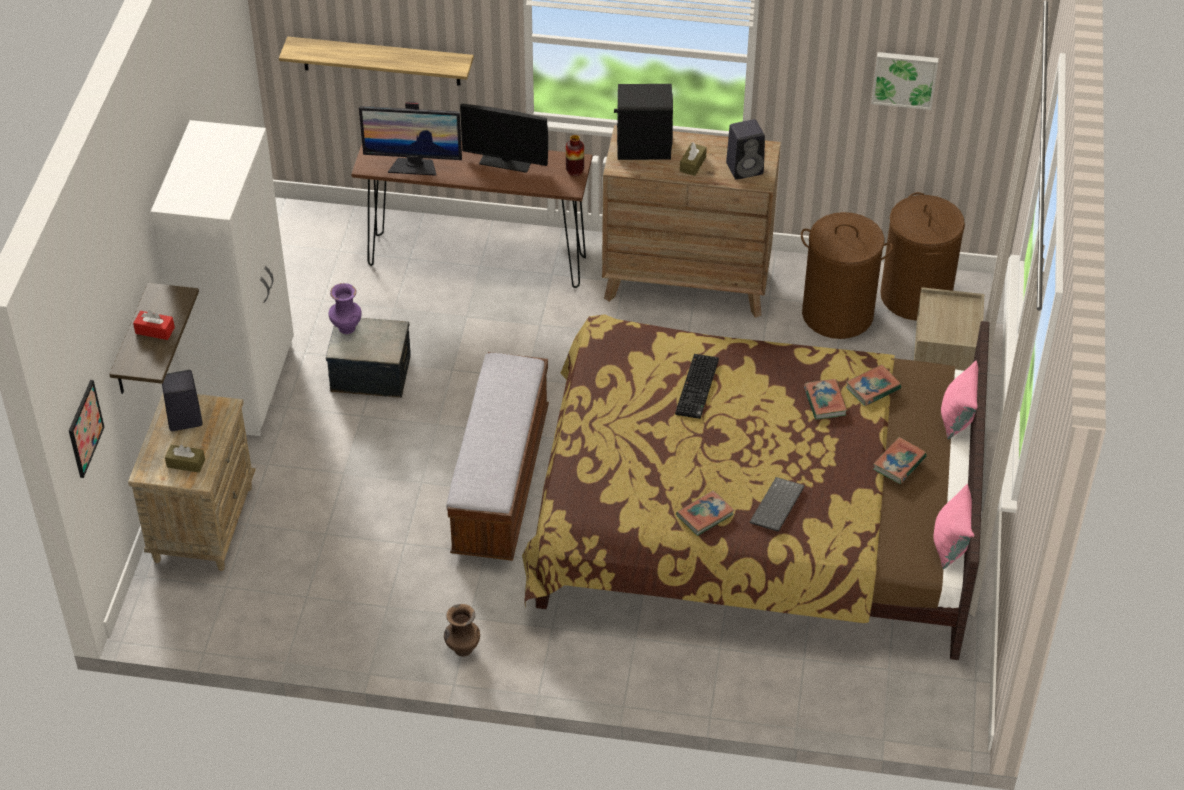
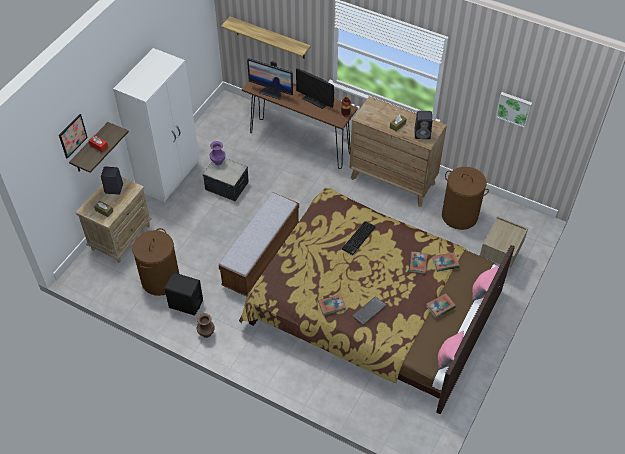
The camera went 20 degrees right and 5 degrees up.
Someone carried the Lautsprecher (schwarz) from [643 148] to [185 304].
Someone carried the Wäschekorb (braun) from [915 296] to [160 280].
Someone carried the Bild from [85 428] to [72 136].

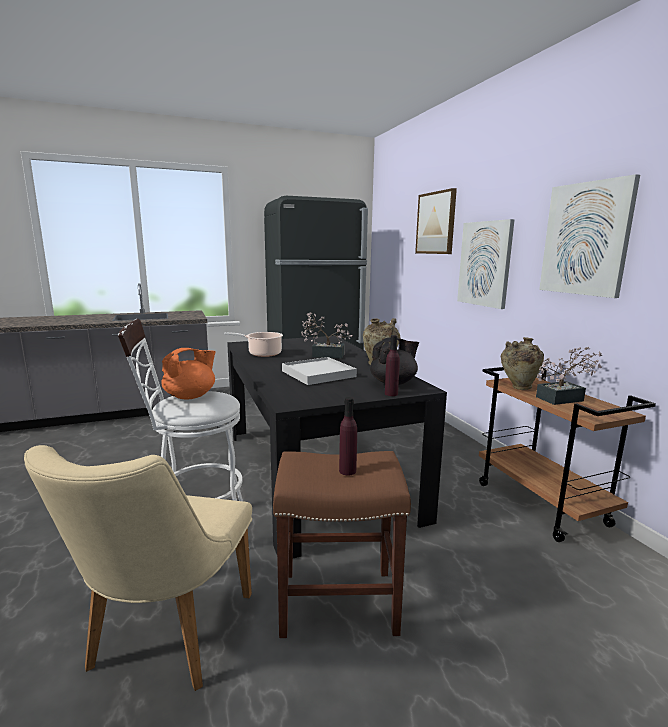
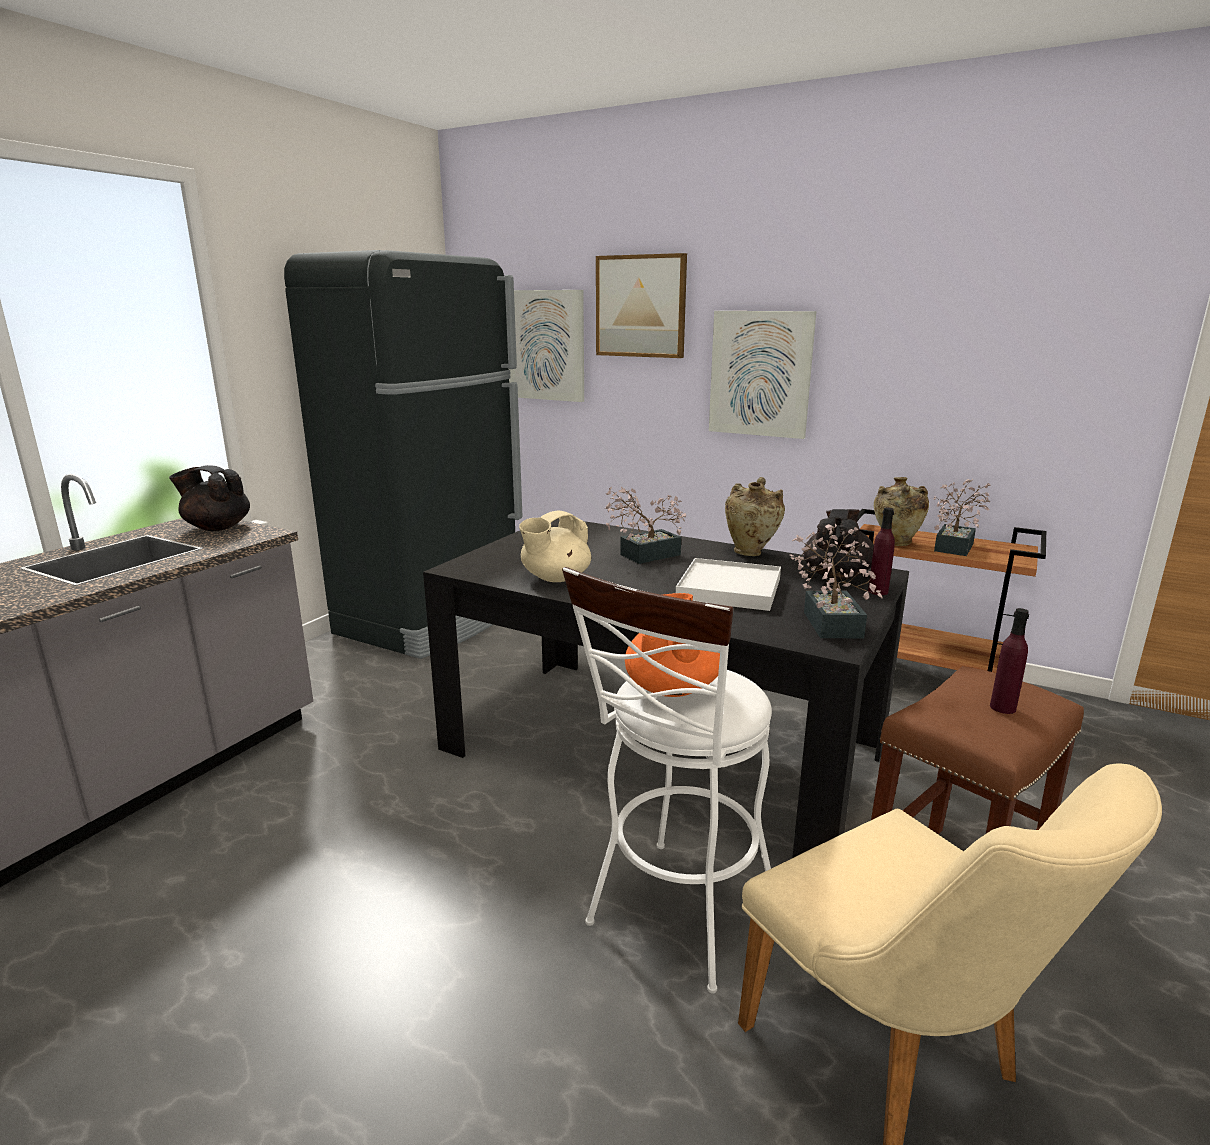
The camera went 40 degrees left and 5 degrees up.
Someone carried the Bild from [586 239] to [546 345].
Someone swapped the Kochtopf at [262 354] for the Teekanne (beige) at [555 578].
Someone put down the Teekanne (schwarz) at [217 527].
Someone put down the Topfpflanze at [831 621].

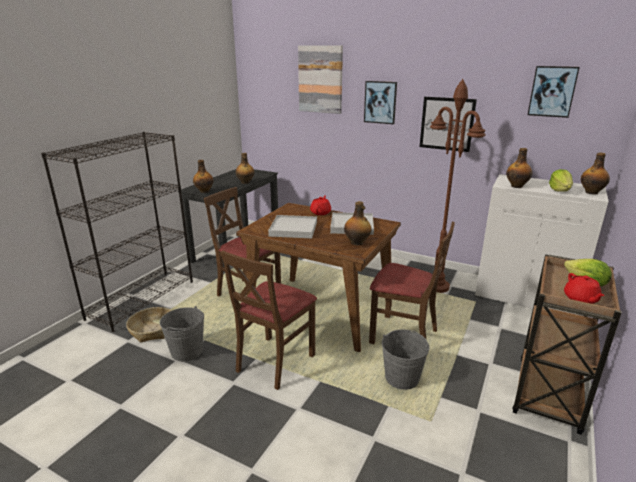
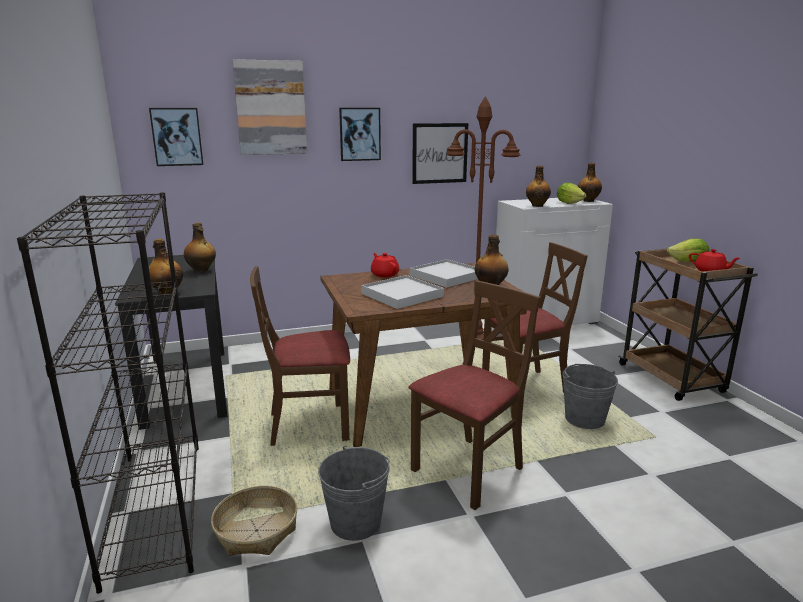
The camera went 45 degrees left and 5 degrees down.
Someone carried the Bild from [552 91] to [177 137].
Someone rotated the Stuhl (braun) at [274 362] by 120 degrees counterclockwise.

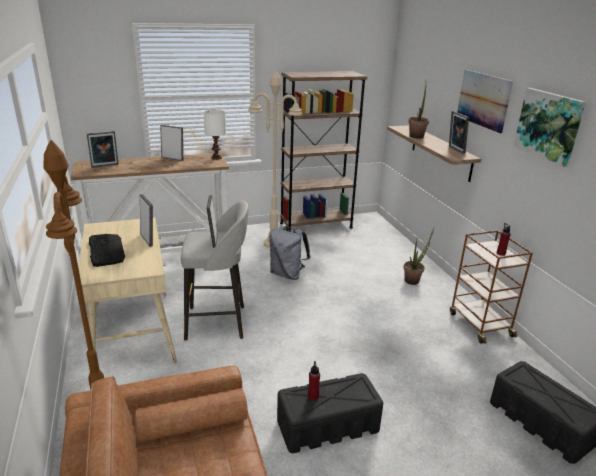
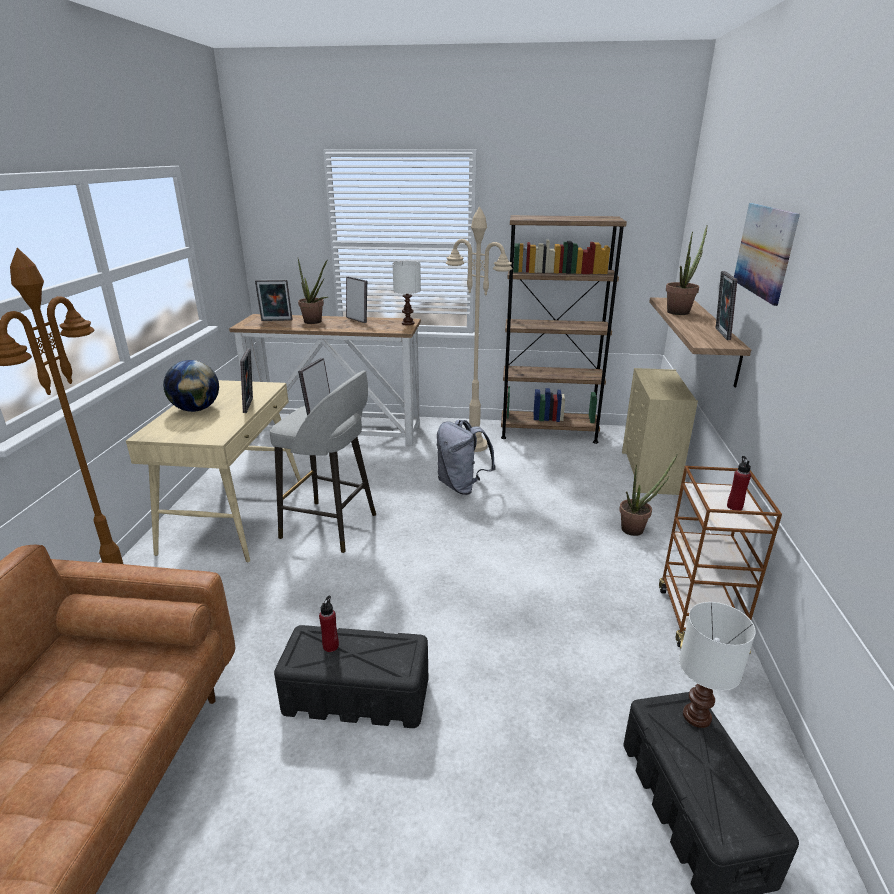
The camera went 25 degrees right and 0 degrees up.
Someone took away the Bild at [549 125].
Someone swapped the Tastatur at [106 250] for the Globus at [196 409].
Someone put down the Topfpflanze at [315 322].
Someone put down the Kommode (beige) at [649 473].
Someone put down the Tischlampe (weiß) at [696 717].

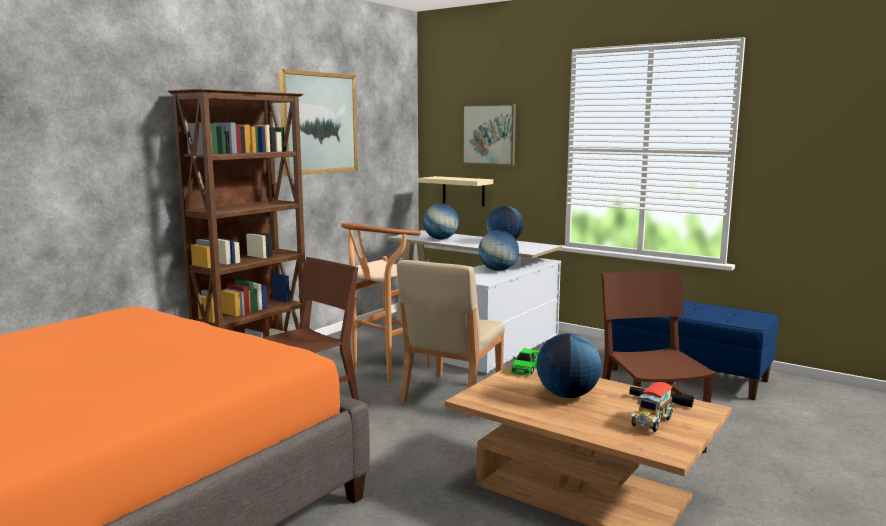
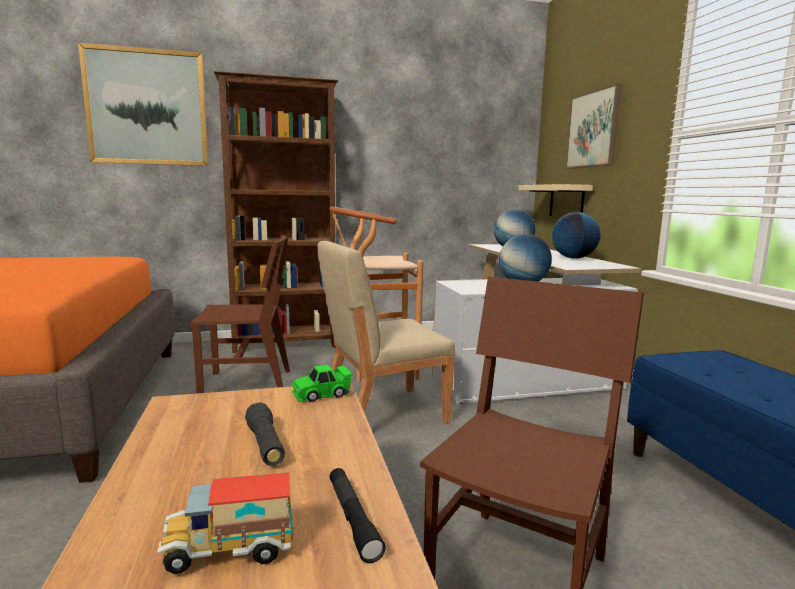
The camera went 40 degrees right and 0 degrees up.
Someone carried the Bild from [319 123] to [147 107].
Someone swapped the Globus at [567 395] for the Taschenlampe (schwarz) at [265 445].

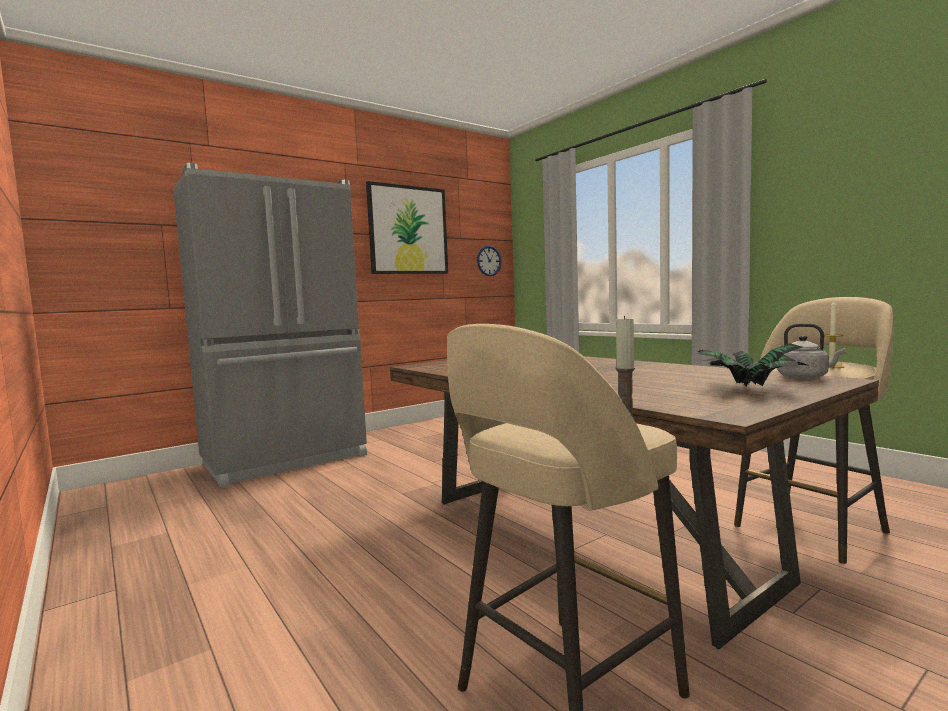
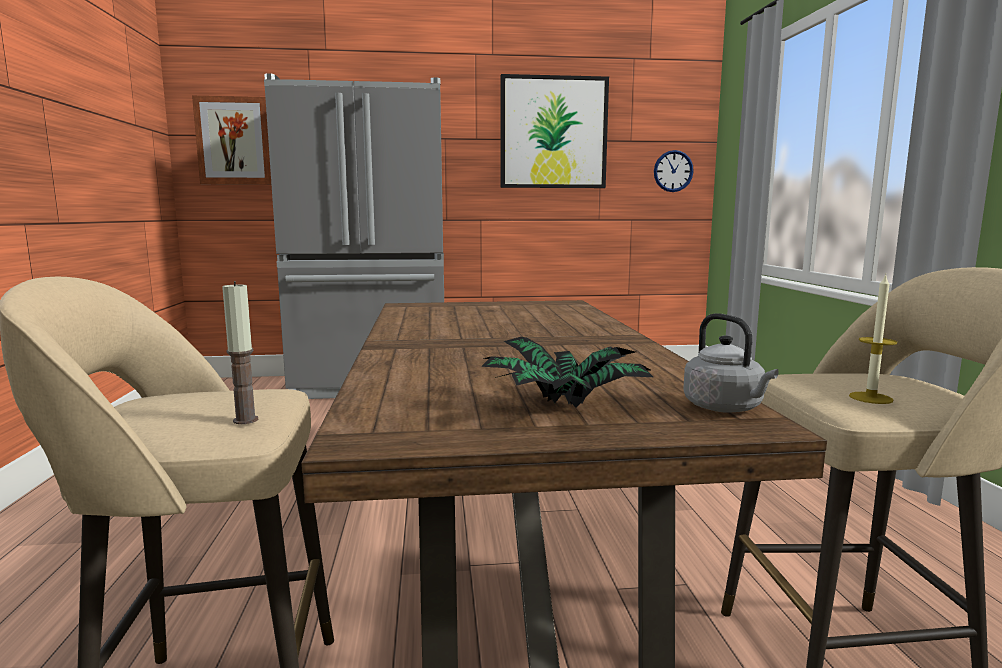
The camera went 30 degrees right and 5 degrees up.
Someone put up the Bild at [234 141].

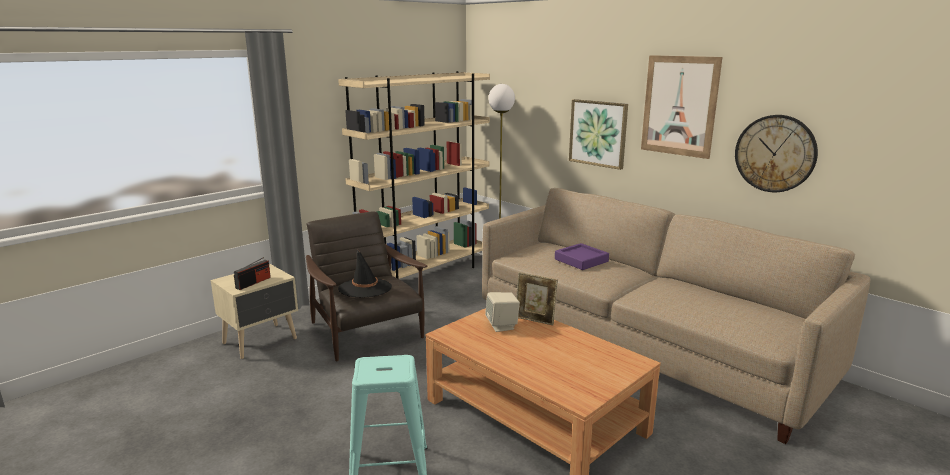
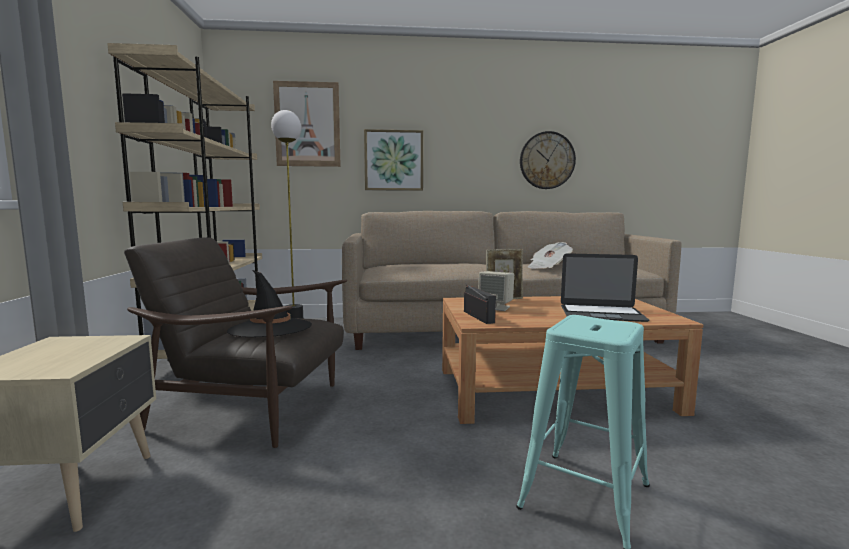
The camera went 50 degrees left and 10 degrees down.
Someone carried the Bild from [679 106] to [307 124].
Someone took away the Tablett (lila) at [581 260].
Someone carried the Radio from [253 283] to [478 317].
Someone put down the Zeitung at [548 267].
Someone put down the Laptop at [601 313].

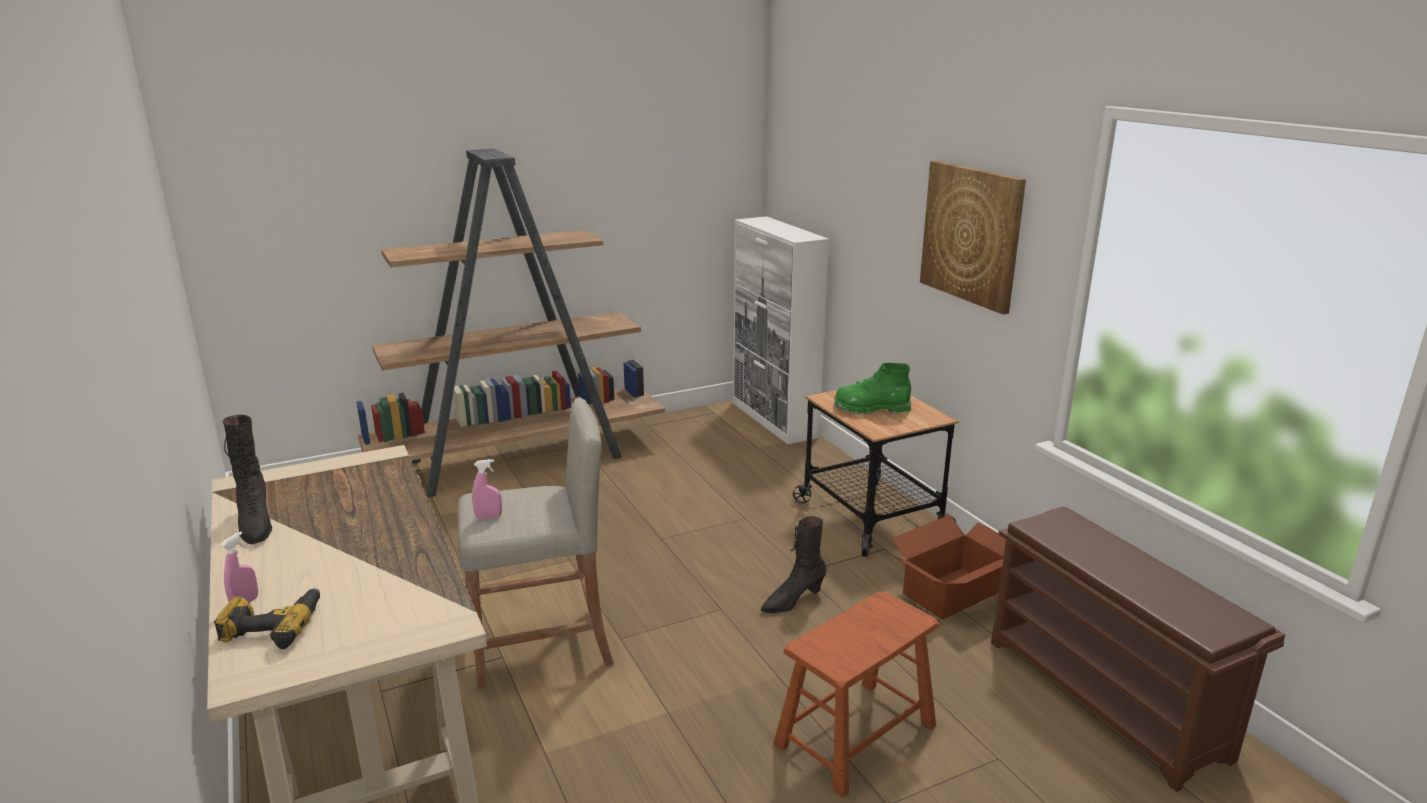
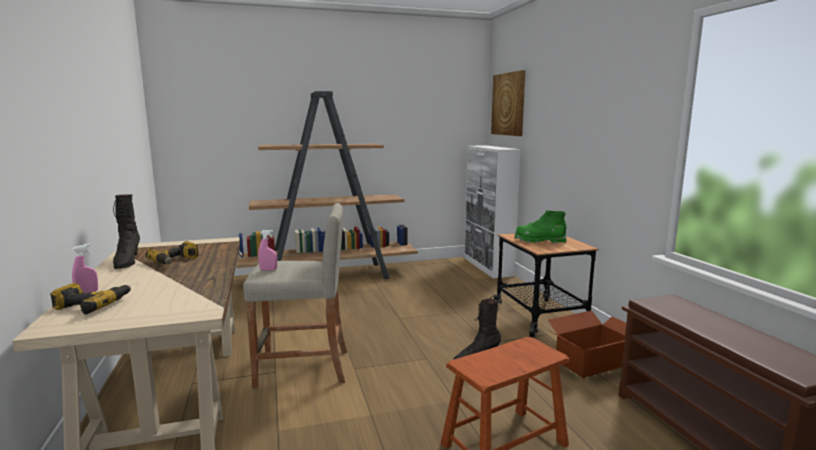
The camera went 10 degrees right and 10 degrees down.
Someone carried the Bild from [971 234] to [508 104].
Someone put down the Bohrmaschine at [175 261].

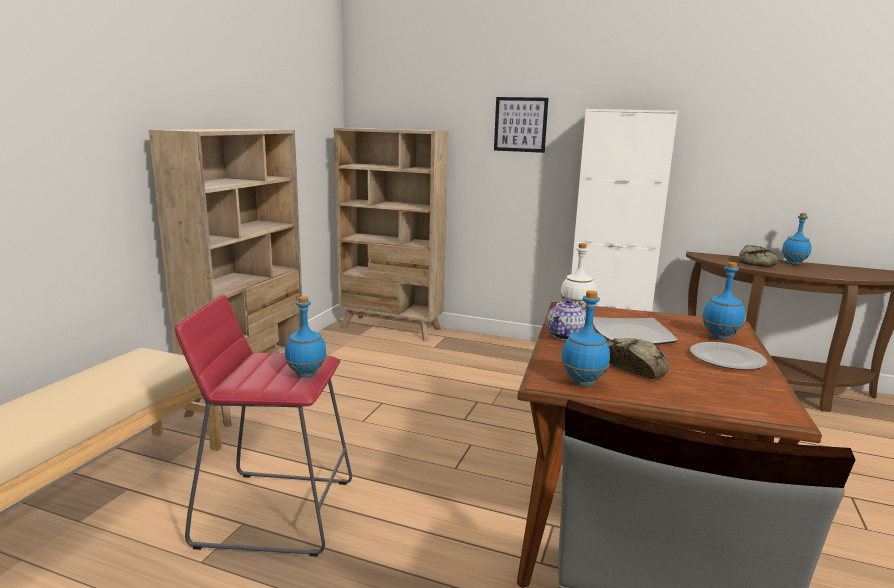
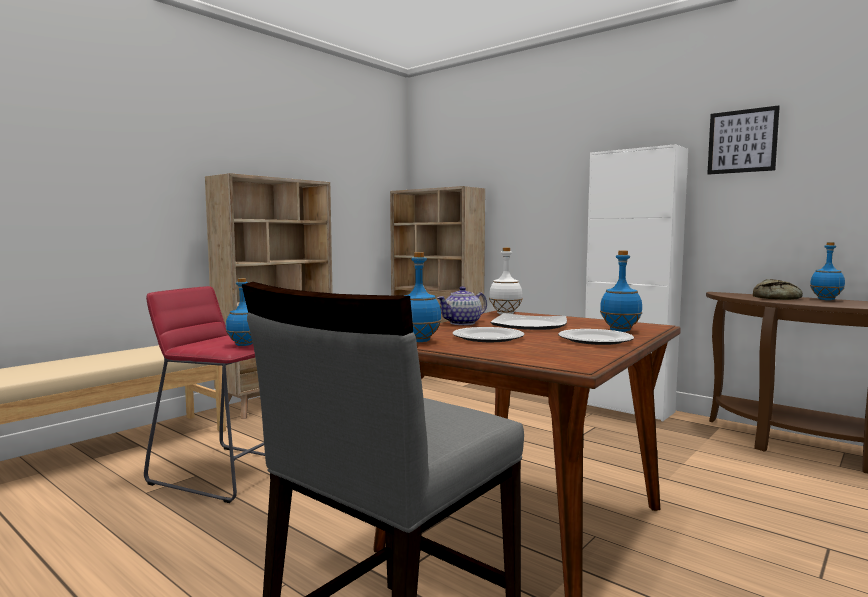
The camera went 20 degrees right and 10 degrees down.
Someone carried the Bild from [520 124] to [742 141].
Someone swapped the Brot at [632 366] for the Teller at [487 337].

